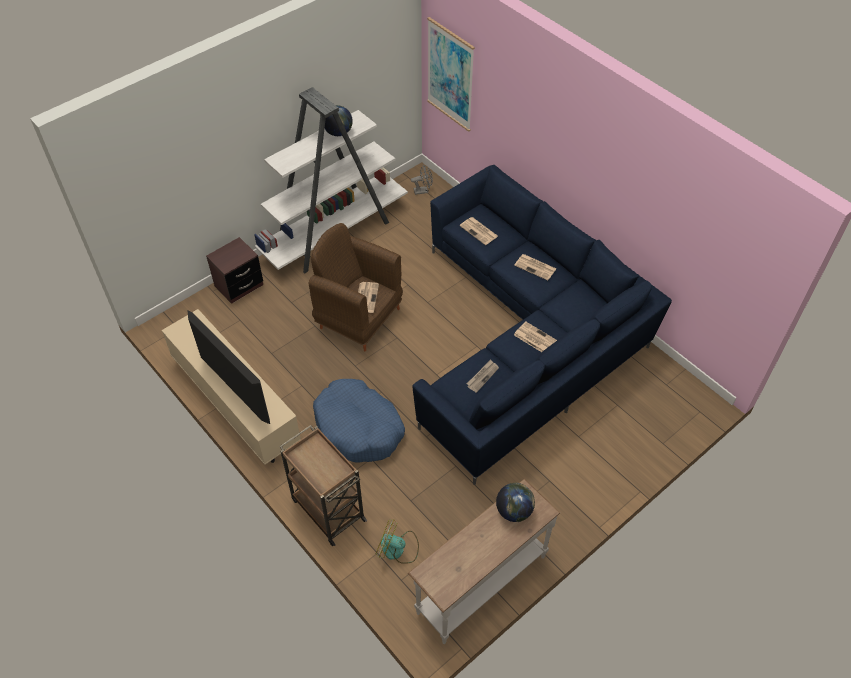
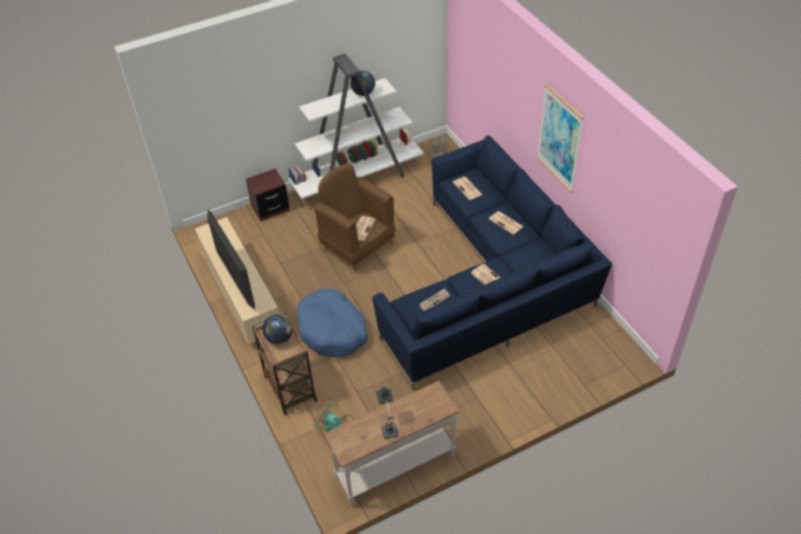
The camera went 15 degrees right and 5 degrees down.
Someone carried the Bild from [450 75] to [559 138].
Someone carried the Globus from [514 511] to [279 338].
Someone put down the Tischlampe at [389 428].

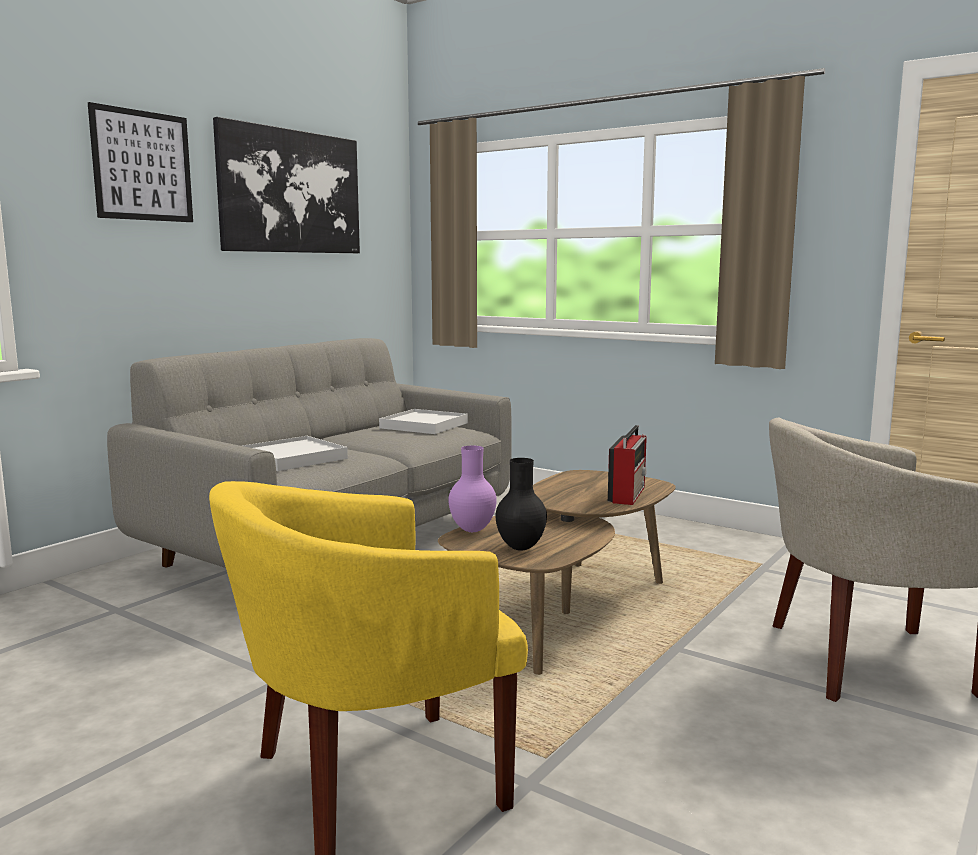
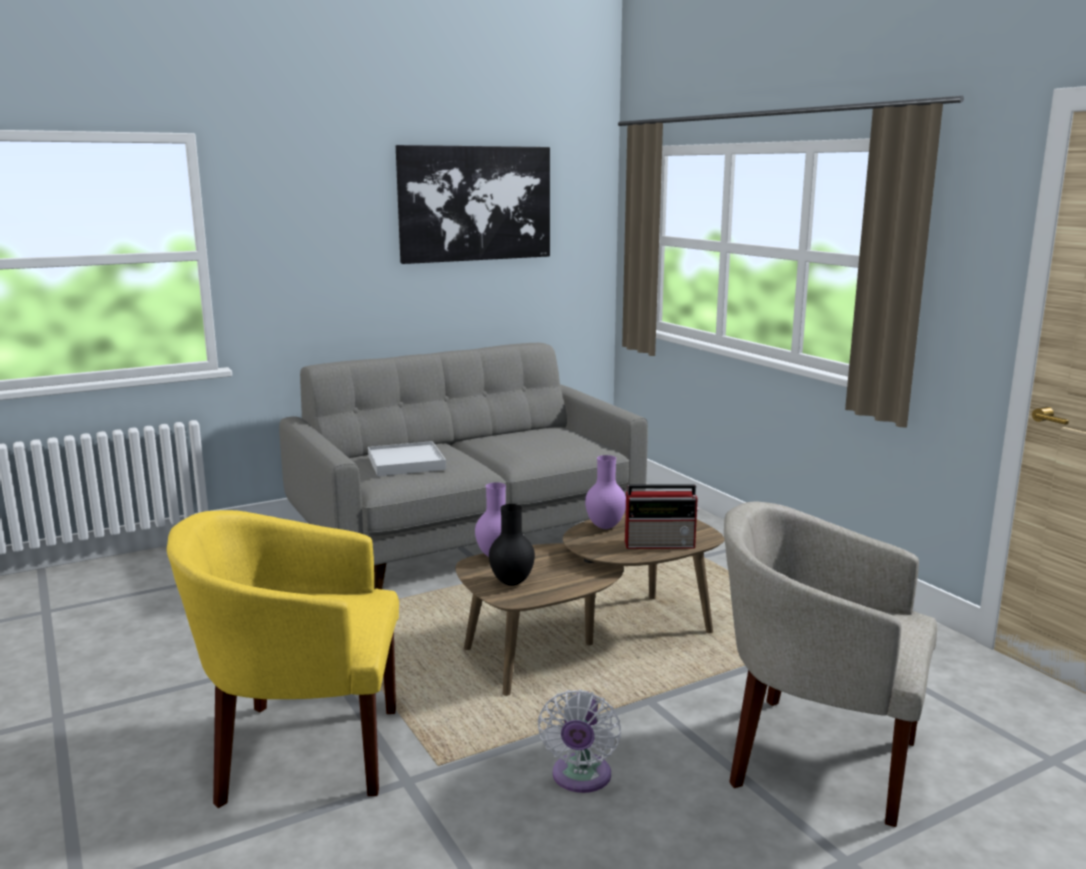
The camera went 25 degrees right and 5 degrees up.
Someone took away the Bild at [142 166].
Someone took away the Tablett (weiß) at [424 425].
Someone rotated the Radio at [628 494] by 45 degrees clockwise.
Someone put down the Vase (lila) at [605 527].
Someone put down the Ventilator (weiß) at [580 778].

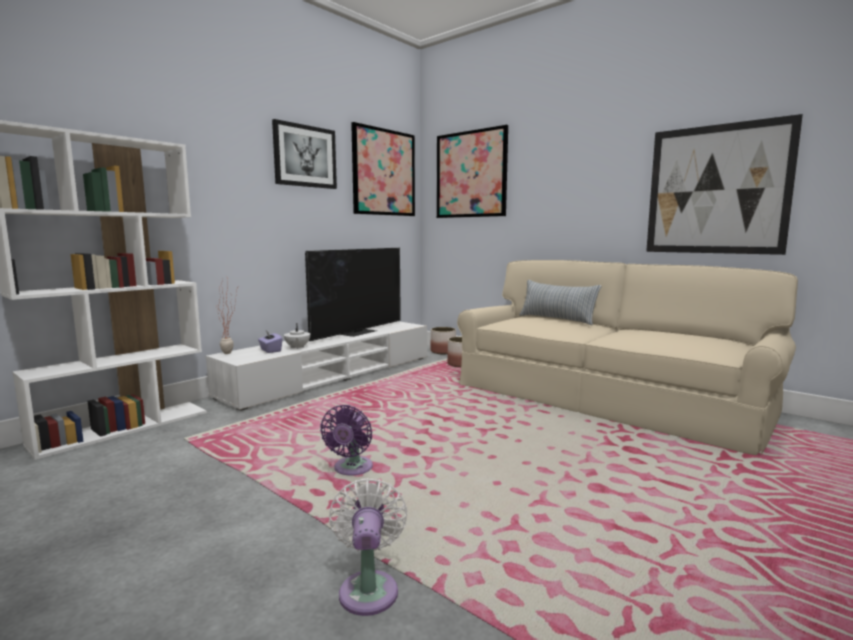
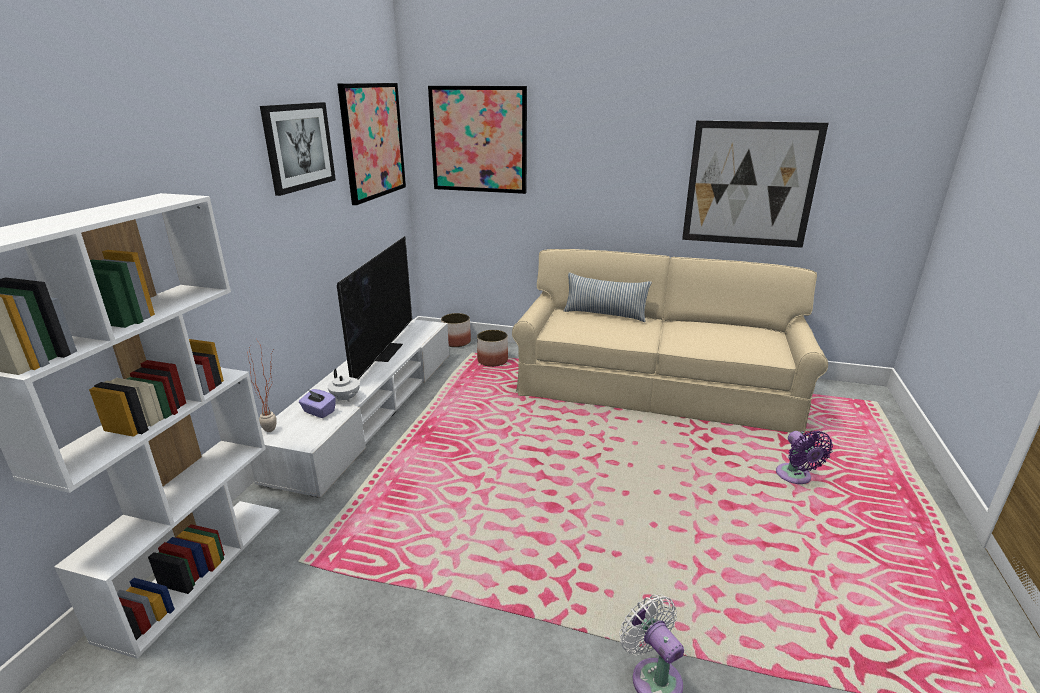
The camera went 25 degrees left and 15 degrees up.
Someone carried the Ventilator (lila) from [351 469] to [795 477].

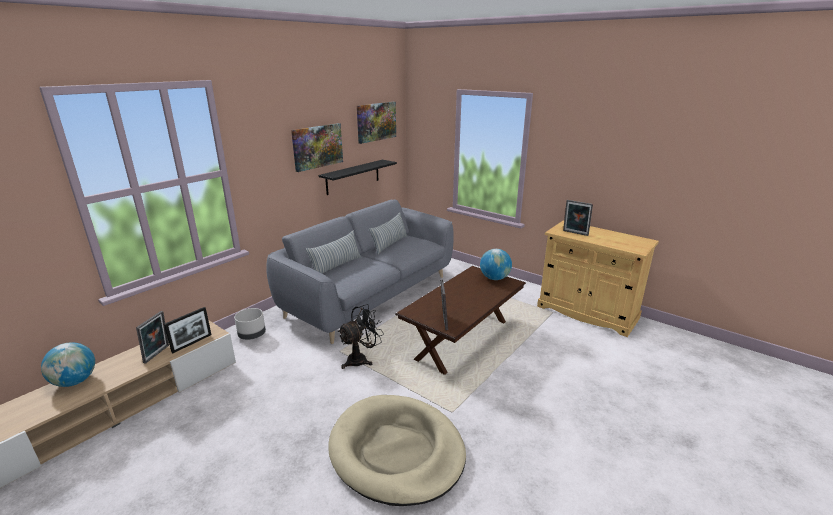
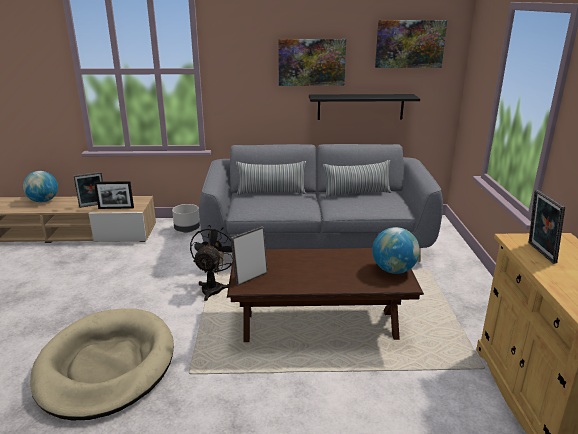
The camera went 50 degrees right and 0 degrees up.
Someone rotated the Ventilator (schwarz) at [361 359] by 90 degrees counterclockwise.

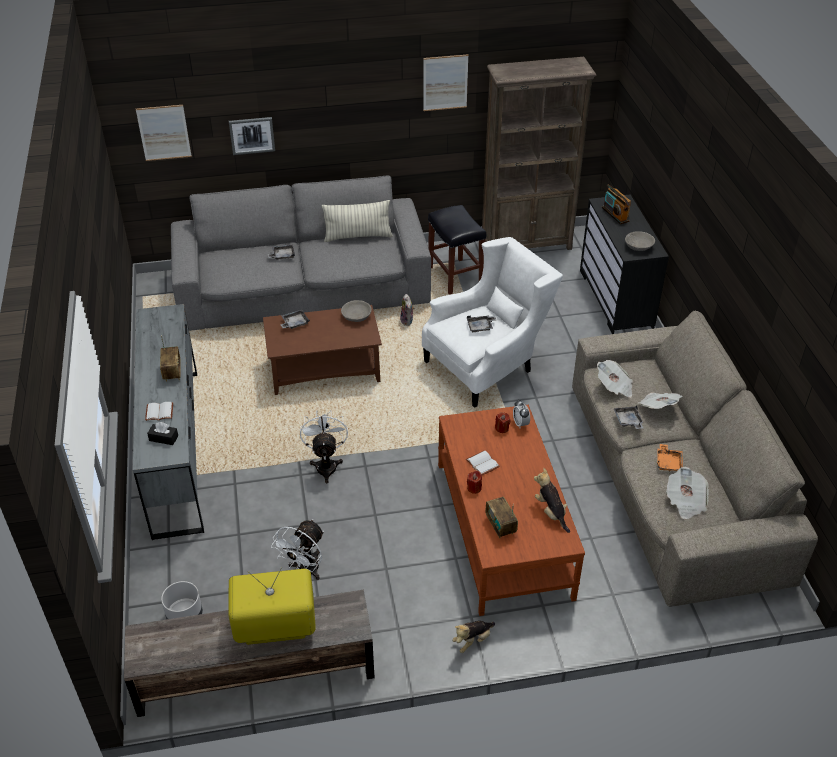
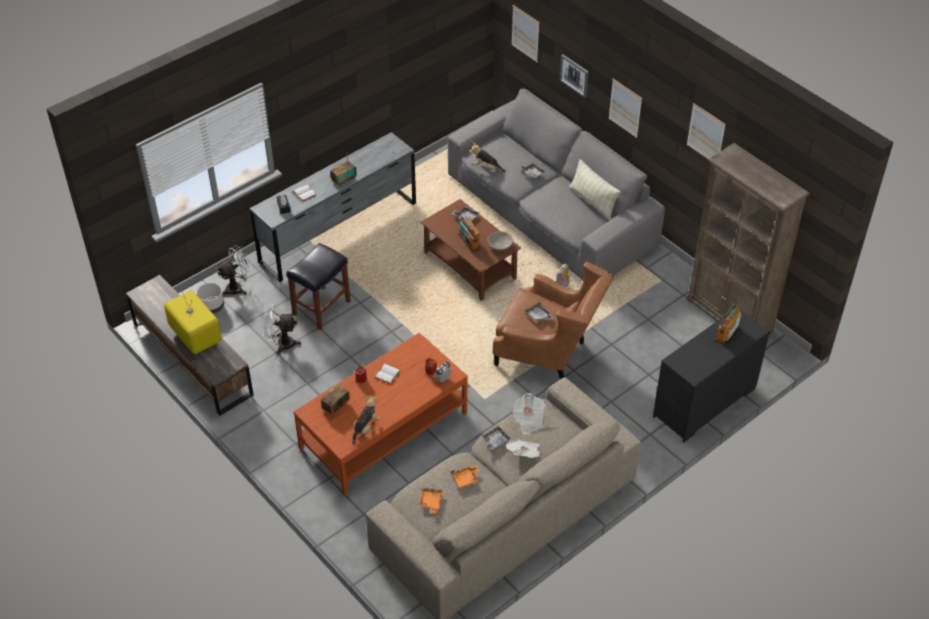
The camera went 60 degrees right and 5 degrees up.
Someone carried the Hocker (schwarz) from [454 276] to [321 307].
Someone took away the Schüssel (grau) at [638 246].
Someone repainted the Sessel (weiß) at [487 365], which became the Sessel (braun) at [549 353].
Someone carried the Ventilator (weiß) from [326 464] to [238 287].
Someone swapped the Zeitung at [685 501] for the Tablett (orange) at [431 502].
Someone carried the Plüschtier from [472 640] to [486 167].
Someone put up the Bild at [625 108].
Someone put down the Radio at [469 241].

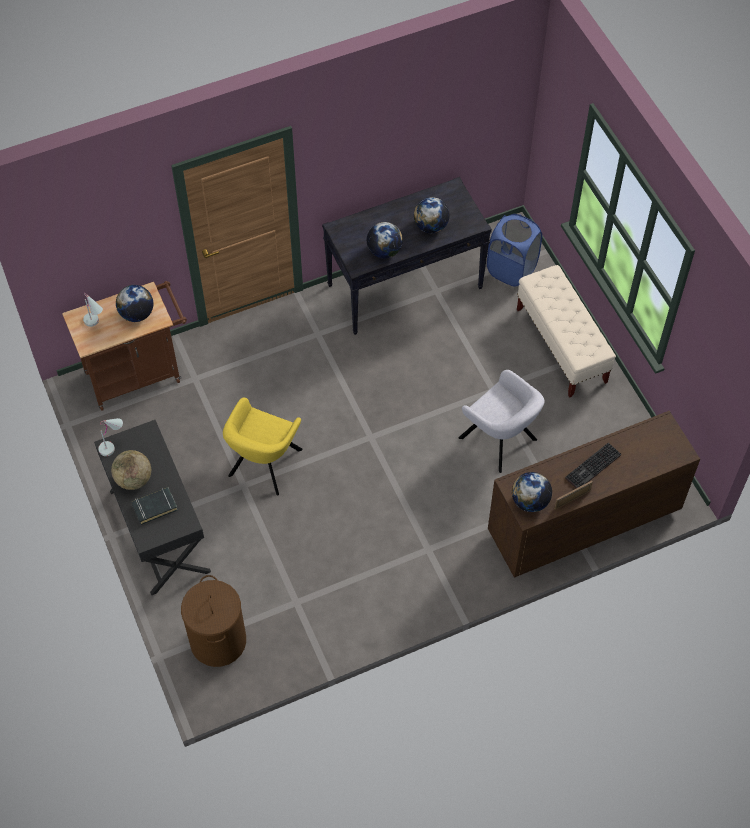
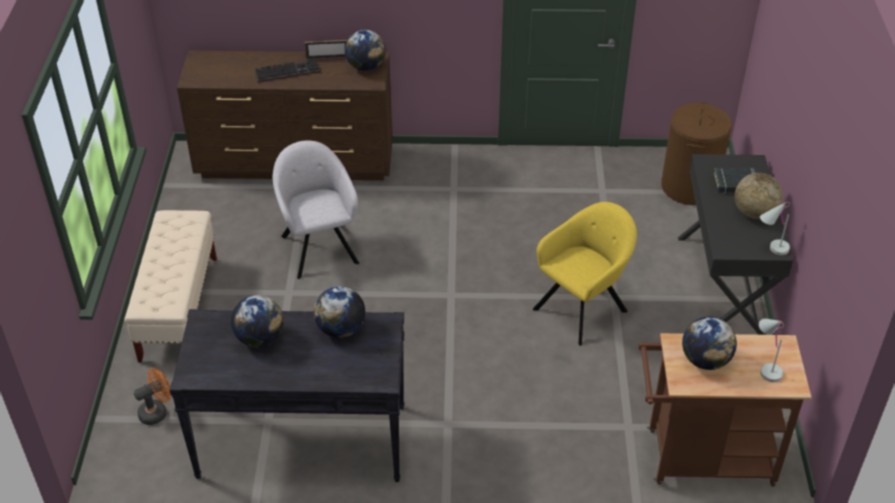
The camera went 155 degrees left and 15 degrees down.
Someone swapped the Wäschekorb (blau) at [511 269] for the Ventilator (orange) at [157 412].

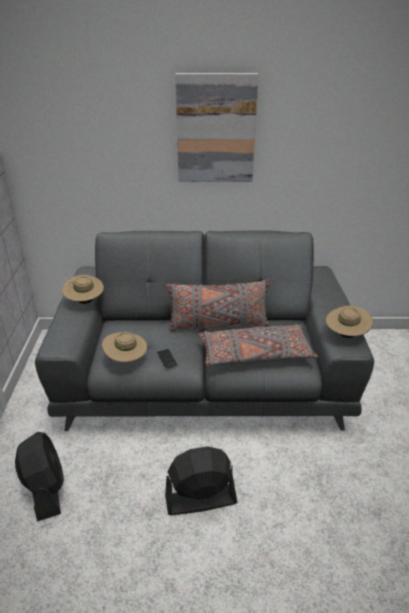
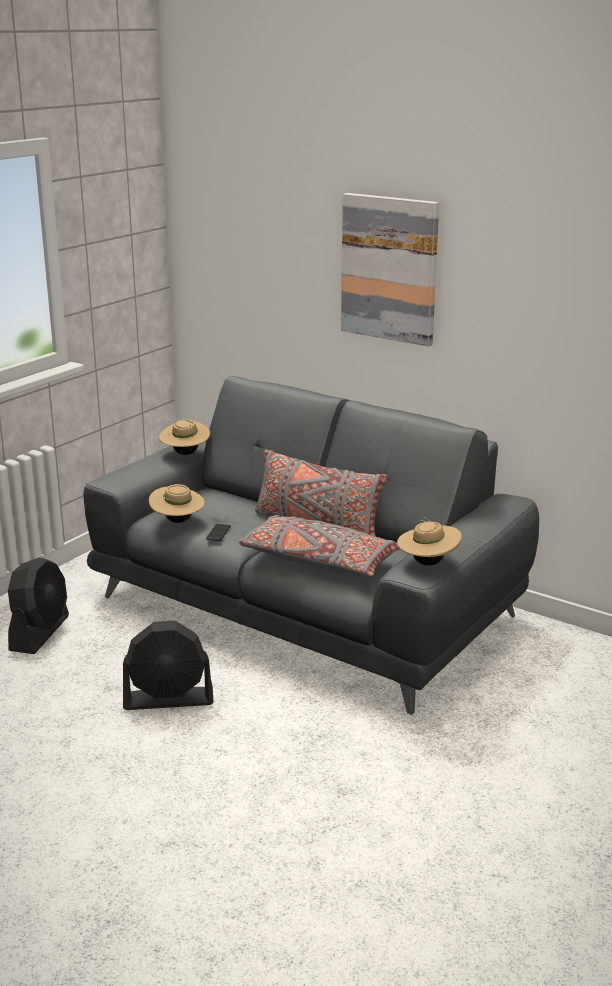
The camera went 35 degrees right and 10 degrees down.
Someone rotated the Ventilator (schwarz) at [200 499] by 150 degrees clockwise.

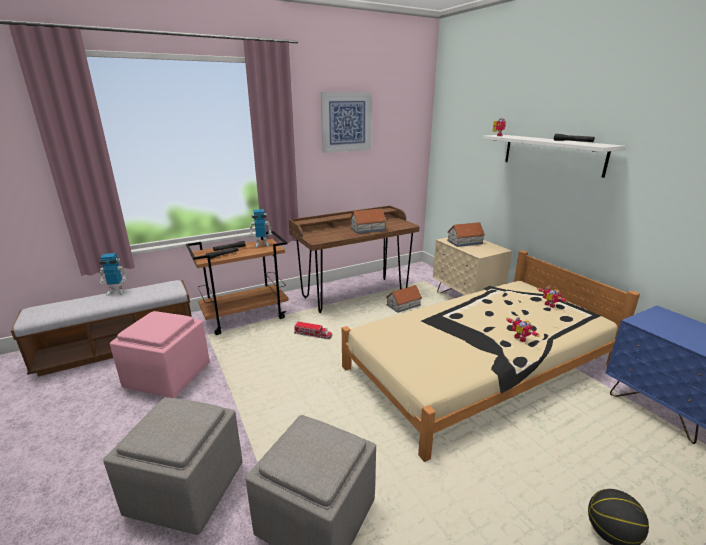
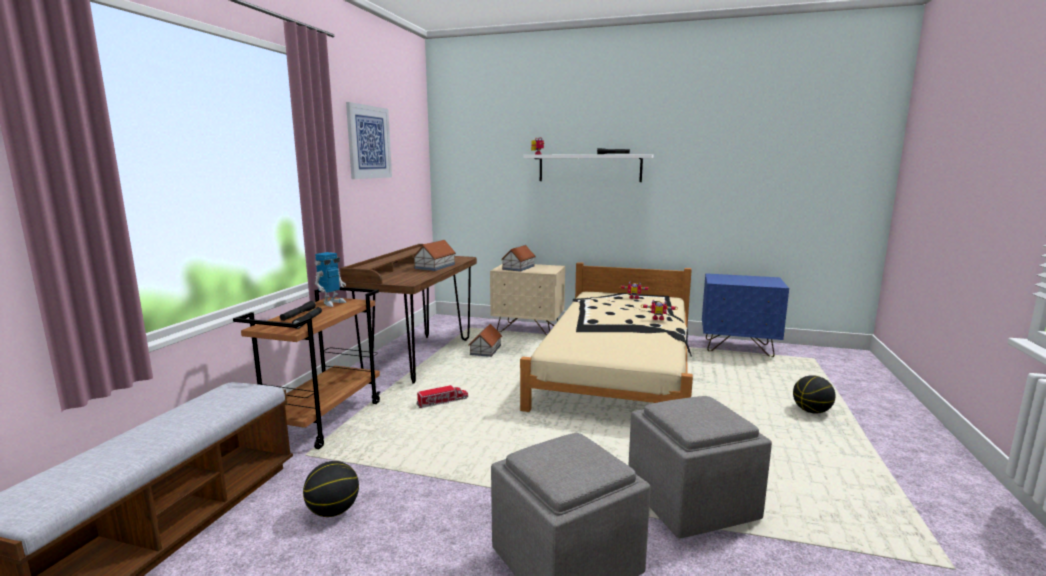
The camera went 45 degrees left and 10 degrees down.
Someone took away the Spielzeugroboter at [116 291].
Someone swapped the Polsterhocker (rosa) at [168 375] for the Basketball at [333 511].

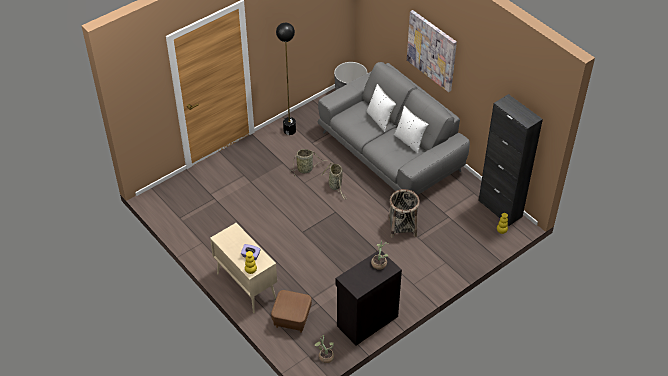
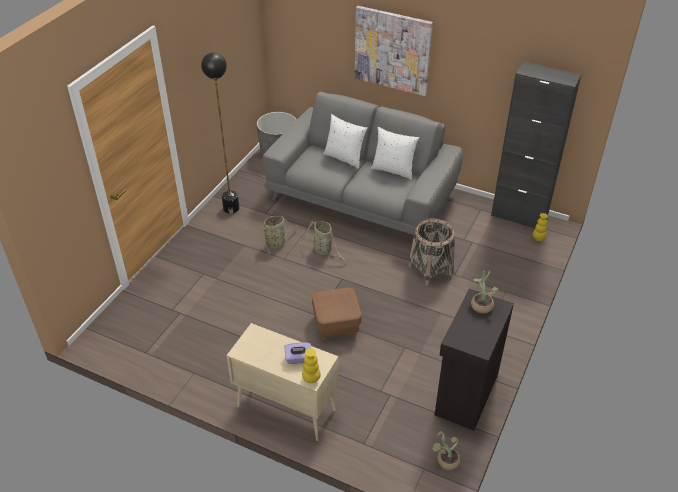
The camera went 25 degrees left and 5 degrees down.
Someone carried the Polsterhocker (braun) from [292 319] to [336 324].

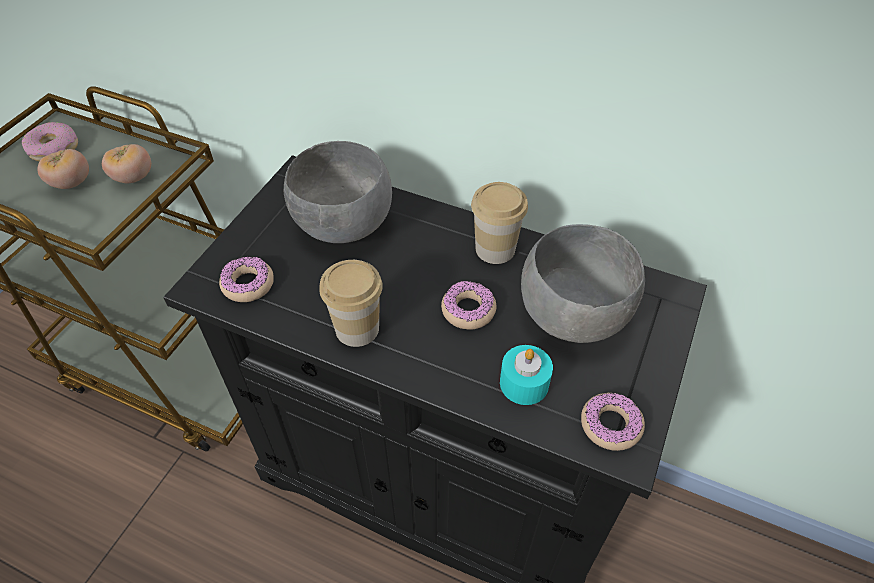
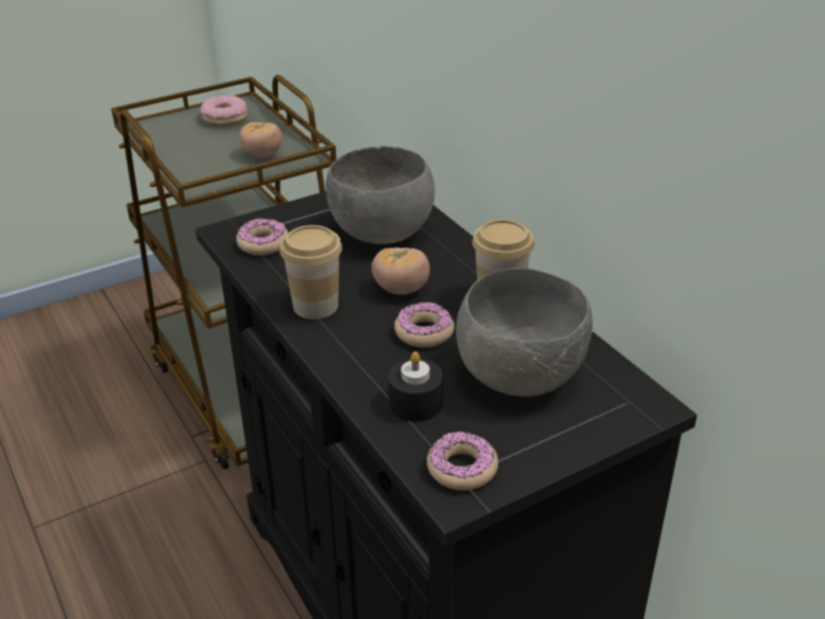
The camera went 35 degrees right and 15 degrees down.
Someone carried the Tomate from [71 183] to [401 289].
Someone repainted the Kerze (türkis) at [524 383], which became the Kerze (schwarz) at [415 403].

